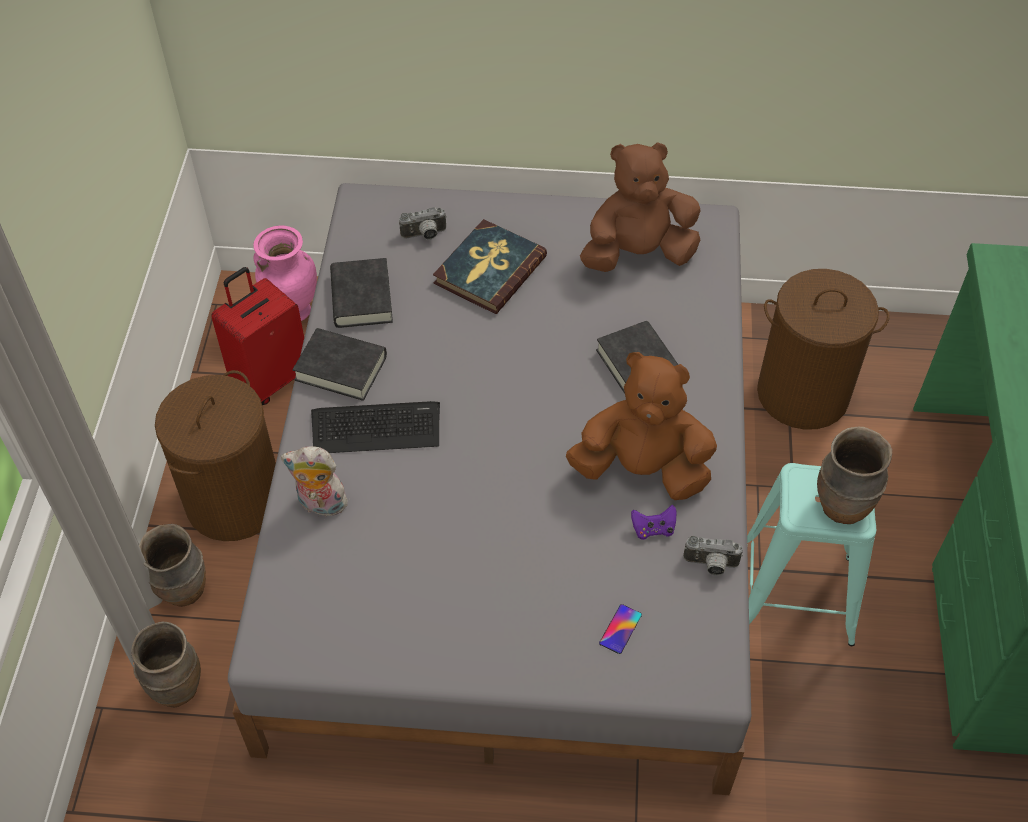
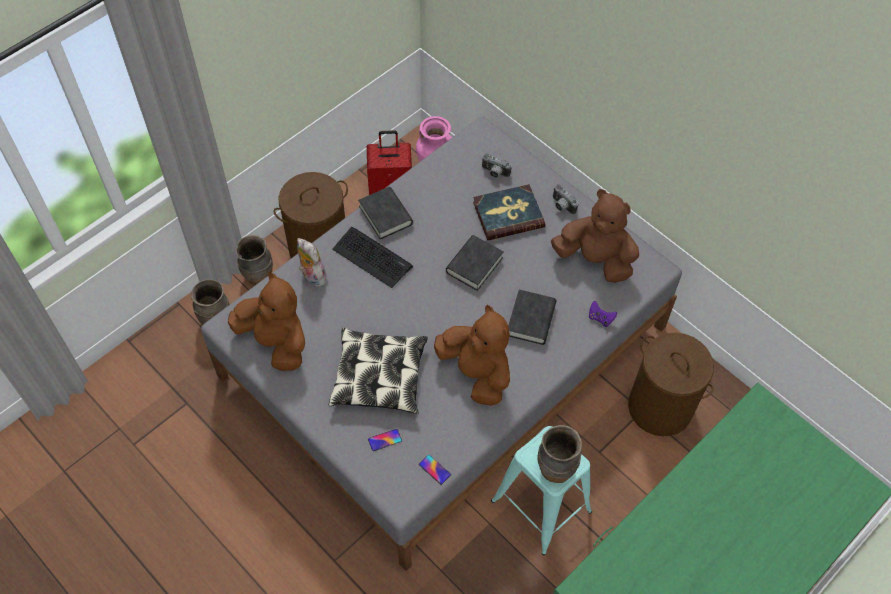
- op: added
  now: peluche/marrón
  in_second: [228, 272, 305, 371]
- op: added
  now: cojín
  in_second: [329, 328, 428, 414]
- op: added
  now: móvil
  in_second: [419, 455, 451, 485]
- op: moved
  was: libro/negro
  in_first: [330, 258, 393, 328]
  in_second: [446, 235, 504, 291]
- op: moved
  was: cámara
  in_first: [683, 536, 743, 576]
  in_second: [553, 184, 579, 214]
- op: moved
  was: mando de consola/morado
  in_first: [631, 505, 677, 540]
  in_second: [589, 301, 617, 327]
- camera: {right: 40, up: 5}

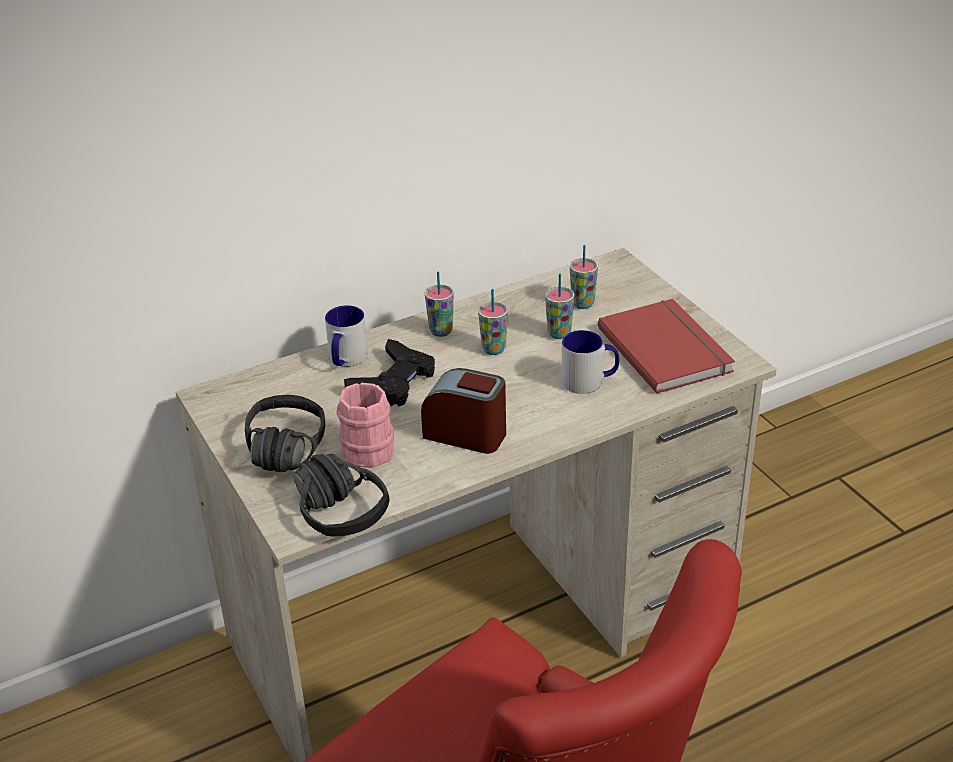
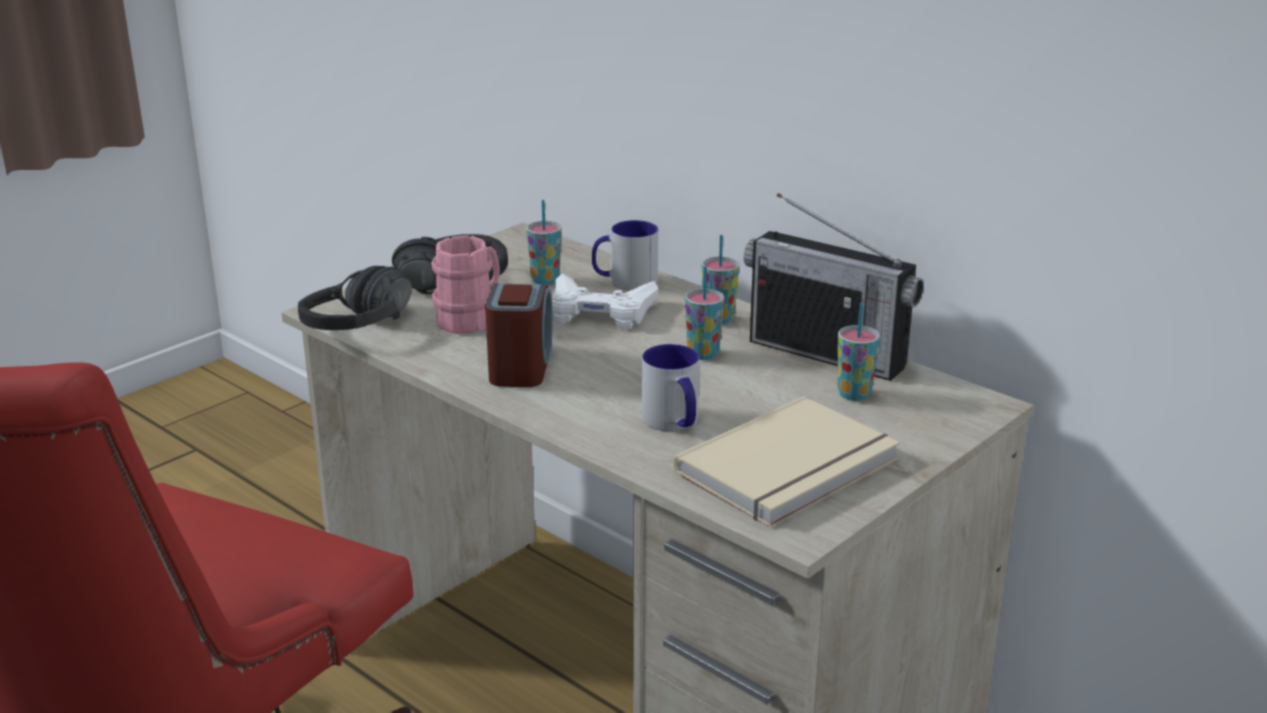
- op: moved
  was: taza
  in_first: [545, 274, 574, 339]
  in_second: [526, 200, 562, 285]
- op: recoloured
  was: mando de consola/negro
  now: mando de consola/blanco
  in_first: [344, 339, 435, 407]
  in_second: [552, 273, 658, 330]
- op: recoloured
  was: libro/rojo
  now: libro/beis
  in_first: [598, 299, 735, 394]
  in_second: [673, 396, 900, 527]
- op: added
  now: radio
  in_second: [744, 193, 924, 381]
- camera: {right: 70, up: -10}

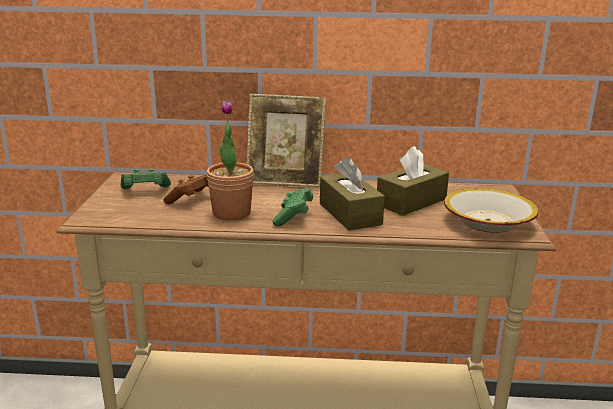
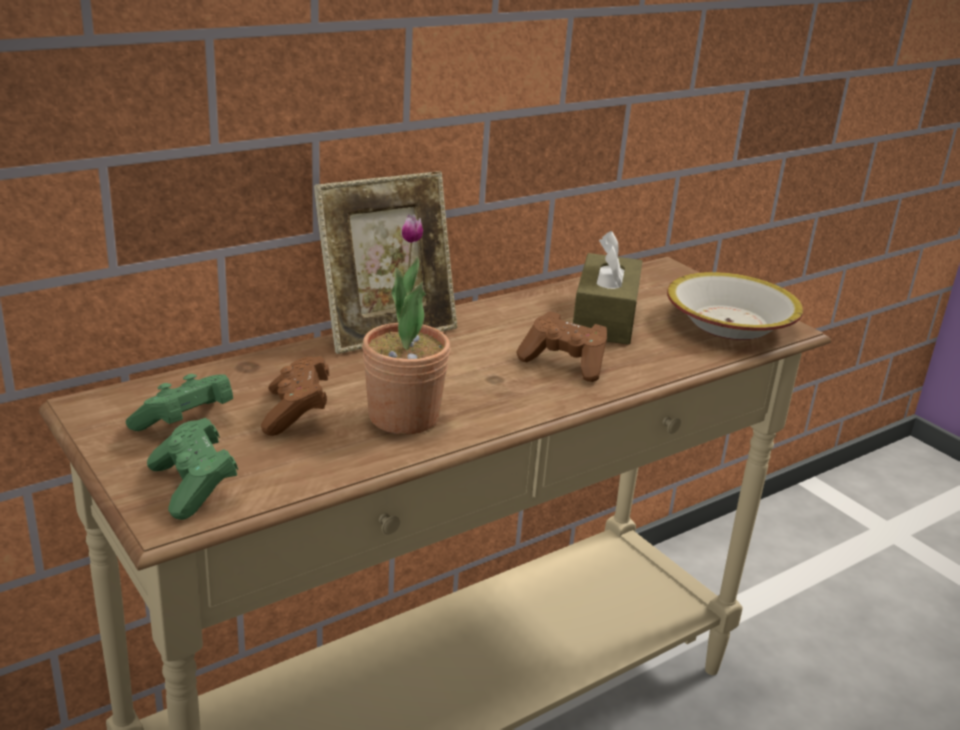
- op: moved
  was: mando de consola/verde
  in_first: [273, 188, 313, 226]
  in_second: [147, 418, 238, 520]
- op: replaced
  was: caja de pañuelos/marrón
  now: mando de consola/marrón
  in_first: [320, 157, 385, 230]
  in_second: [516, 311, 607, 382]
- camera: {right: -40, up: 5}

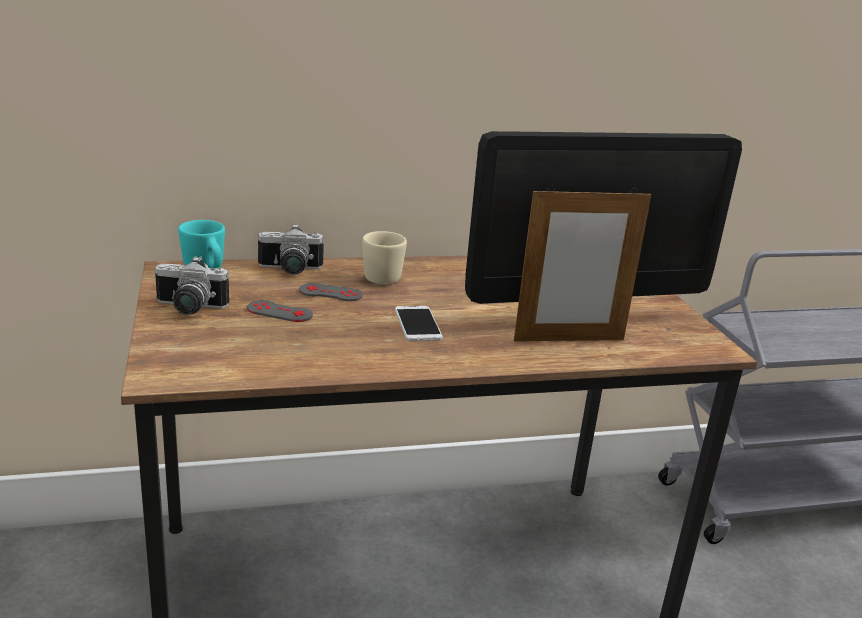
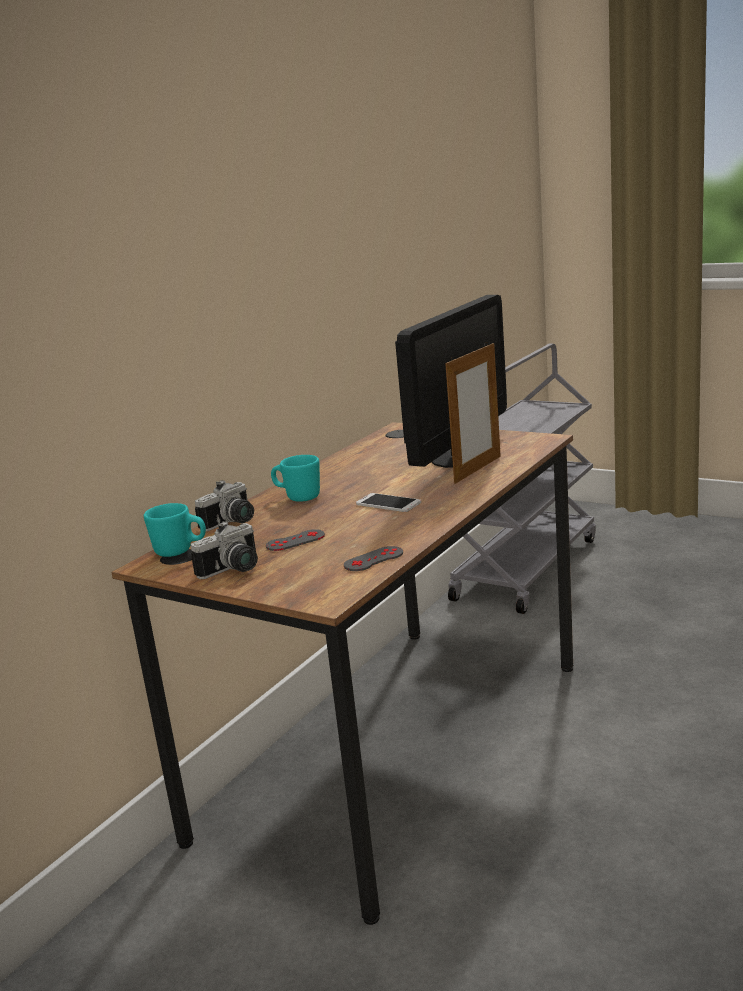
- op: recoloured
  was: taza grande/beis
  now: taza grande/turquesa
  in_first: [362, 231, 407, 285]
  in_second: [271, 455, 320, 502]
- op: moved
  was: mando de consola/gris
  in_first: [299, 283, 363, 301]
  in_second: [344, 546, 403, 571]
- camera: {right: -40, up: -5}

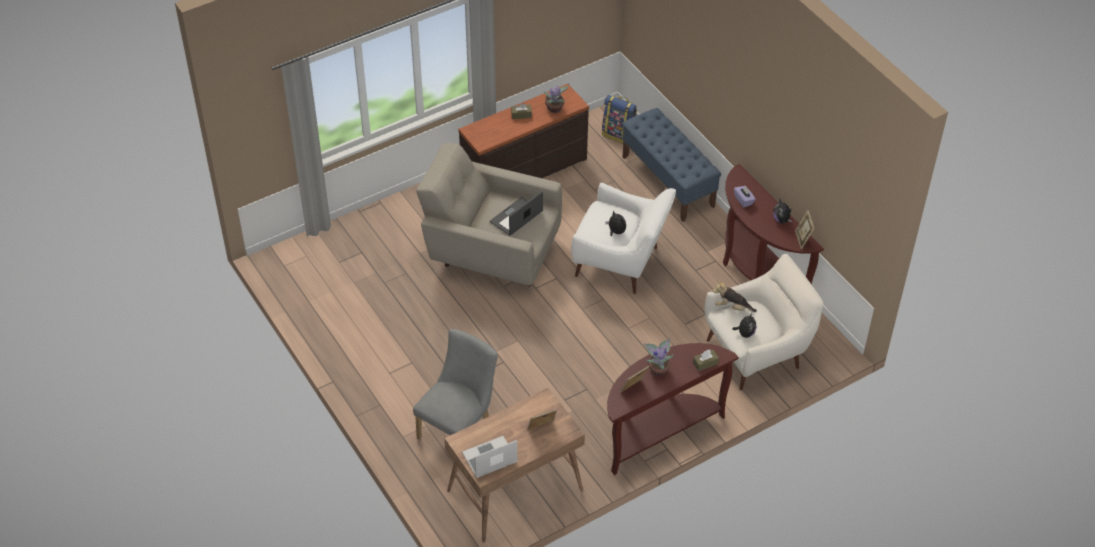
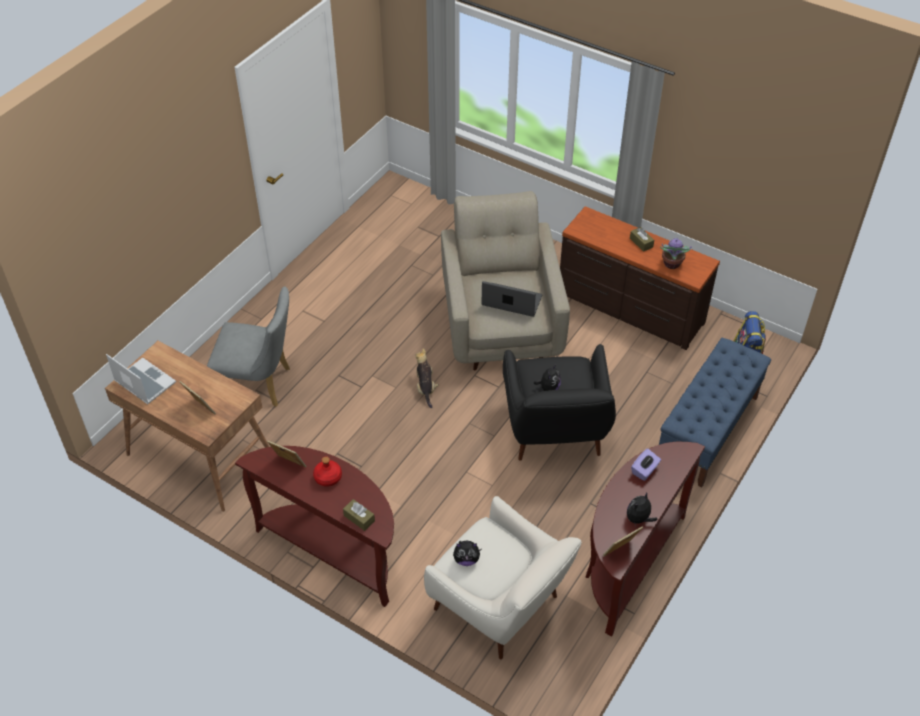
- op: replaced
  was: planta en maceta
  now: botella/rojo
  in_first: [644, 338, 674, 376]
  in_second: [313, 457, 342, 487]
- op: moved
  was: peluche
  in_first: [712, 280, 757, 312]
  in_second: [415, 348, 439, 408]
- op: recoloured
  was: sillón/blanco
  now: sillón/negro
  in_first: [571, 183, 676, 294]
  in_second: [503, 344, 616, 461]
- camera: {right: 65, up: 0}

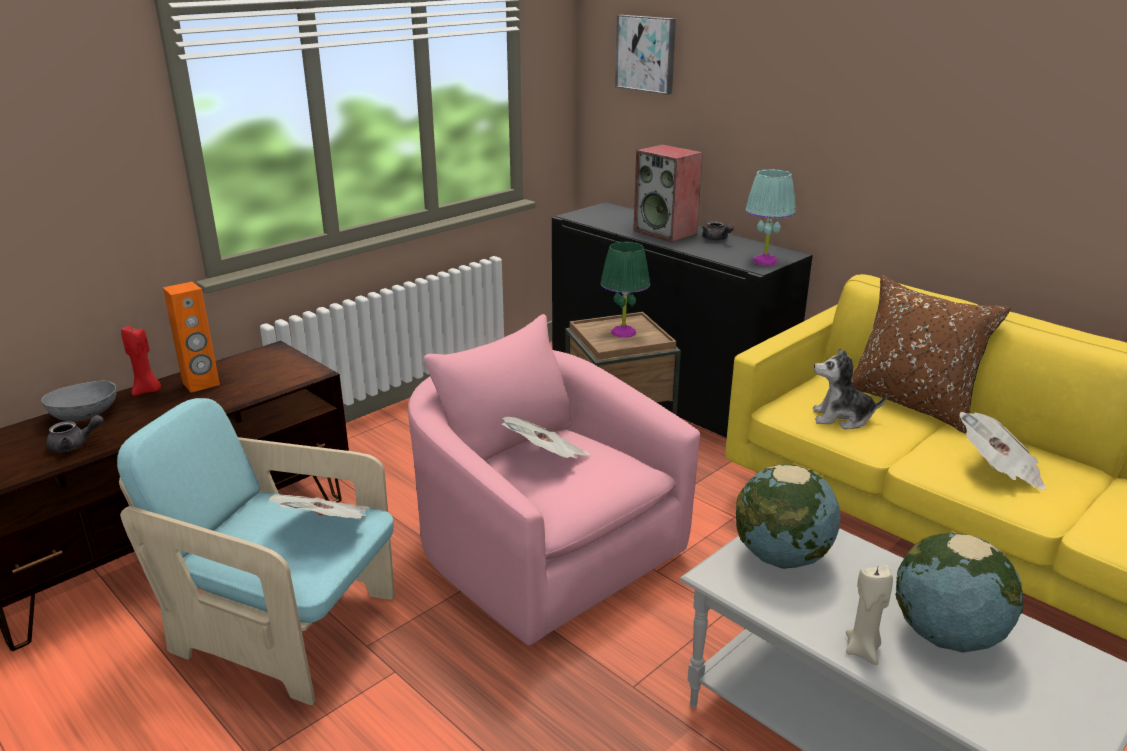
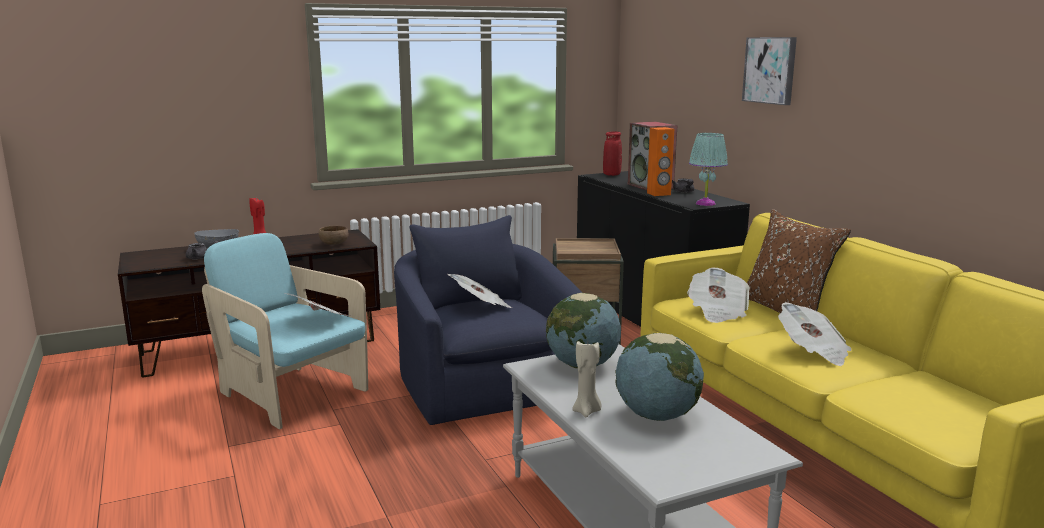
- op: added
  now: cuenco/marrón
  in_second: [319, 226, 349, 245]
- op: recoloured
  was: sillón/rosa
  now: sillón/azul
  in_first: [408, 314, 700, 645]
  in_second: [394, 215, 583, 425]
- op: added
  now: florero/rojo
  in_second: [603, 131, 622, 176]
- op: moved
  was: altavoz/naranja
  in_first: [163, 282, 220, 393]
  in_second: [647, 127, 674, 196]
- op: replaced
  was: peluche
  now: periódico
  in_first: [813, 348, 888, 429]
  in_second: [687, 268, 750, 323]
- op: moved
  was: cuadro
  in_first: [615, 15, 676, 95]
  in_second: [742, 37, 797, 105]
- op: removed
  was: lámpara de mesa/verde
  in_first: [601, 242, 650, 338]
- camera: {right: 20, up: -10}

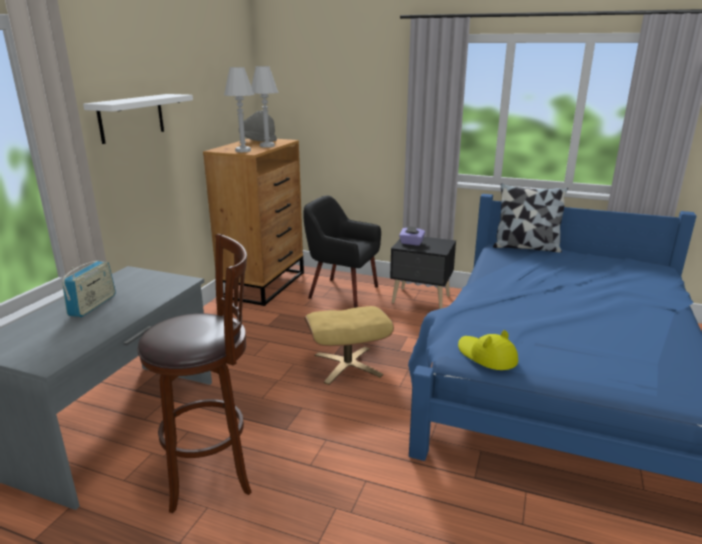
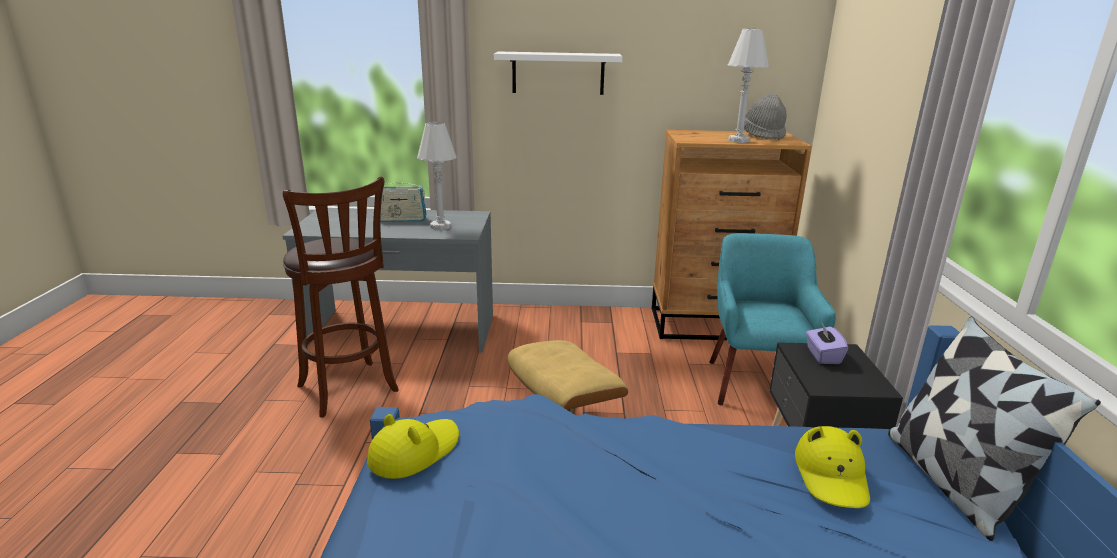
- op: moved
  was: lámpara de mesa/blanco
  in_first: [224, 67, 254, 152]
  in_second: [417, 122, 457, 230]
- op: recoloured
  was: sillón/negro
  now: sillón/turquesa
  in_first: [303, 195, 381, 308]
  in_second: [709, 233, 836, 405]
- op: added
  now: sombrero/amarillo
  in_second: [795, 426, 870, 508]
- camera: {right: 70, up: 0}

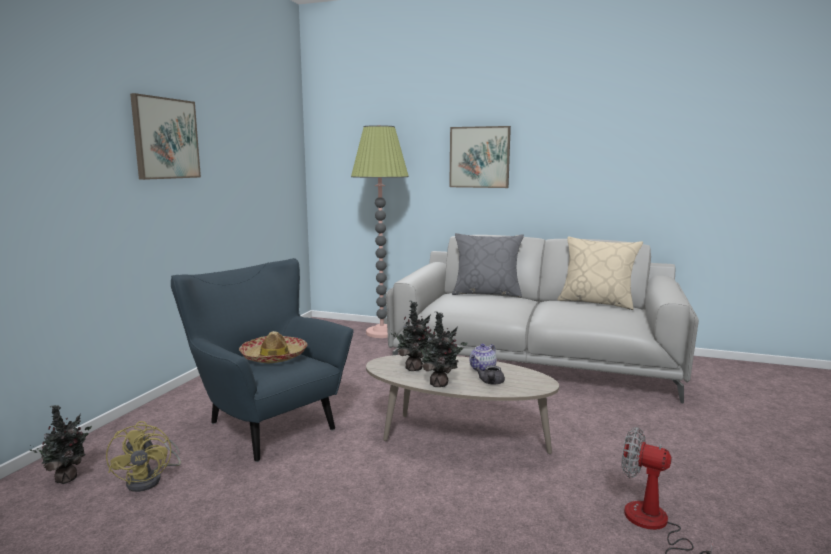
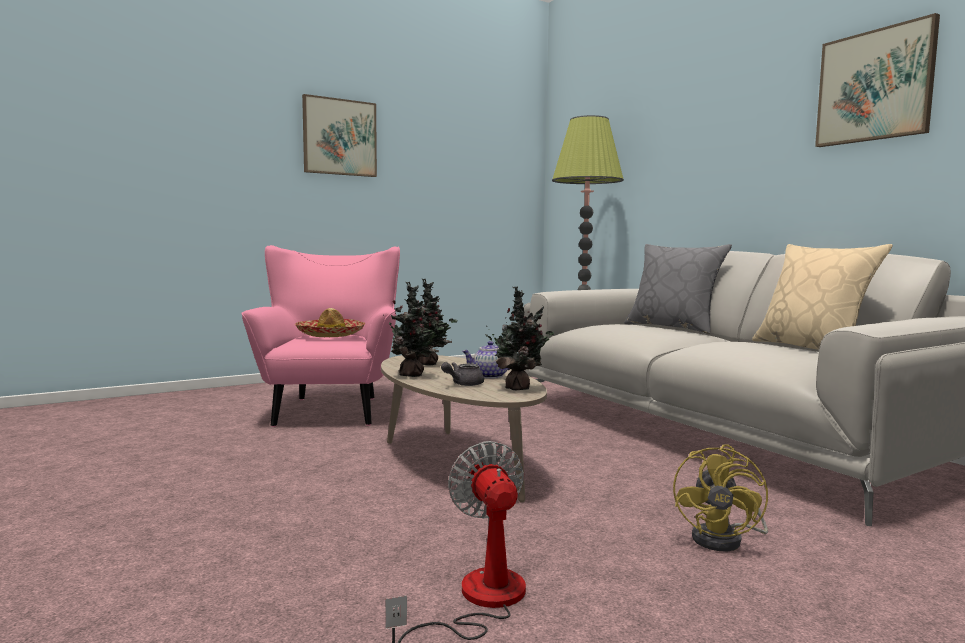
- op: recoloured
  was: sillón/azul
  now: sillón/rosa
  in_first: [171, 258, 353, 462]
  in_second: [241, 245, 400, 427]
- op: moved
  was: planta en maceta
  in_first: [29, 405, 92, 484]
  in_second: [485, 287, 554, 390]
- op: moved
  was: ventilador/amarillo
  in_first: [106, 421, 181, 492]
  in_second: [673, 444, 768, 552]
- op: moved
  was: cuadro
  in_first: [449, 126, 511, 188]
  in_second: [815, 13, 940, 147]
- camera: {right: 40, up: -5}

